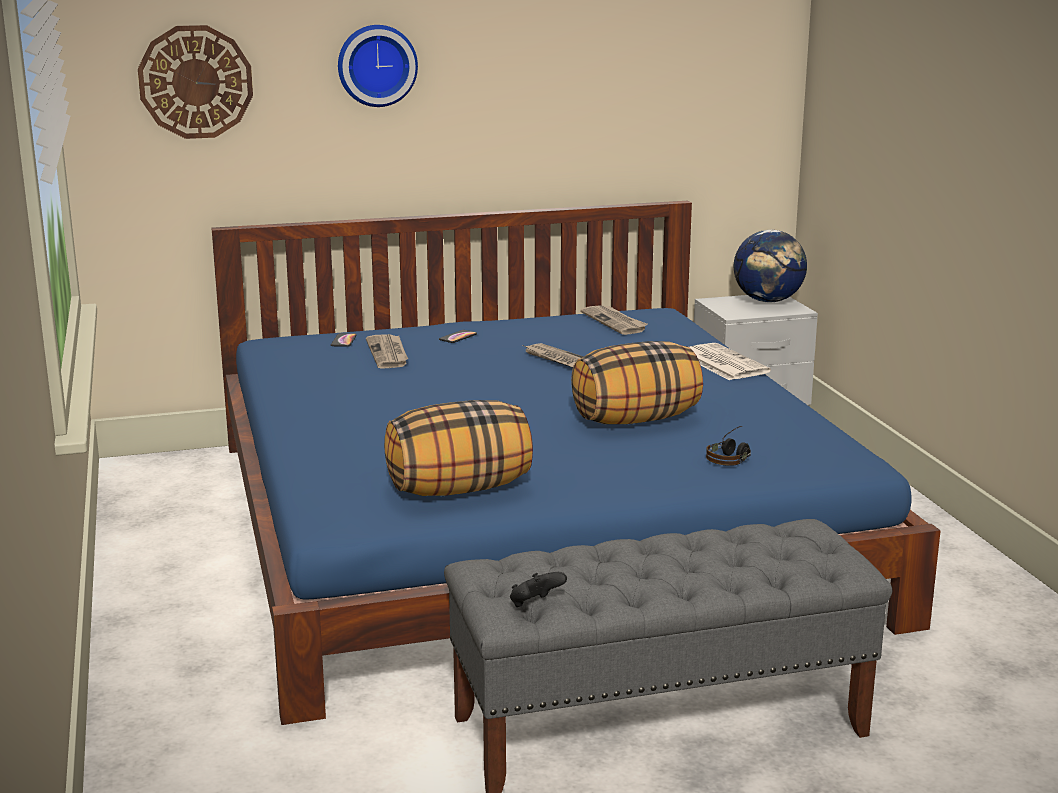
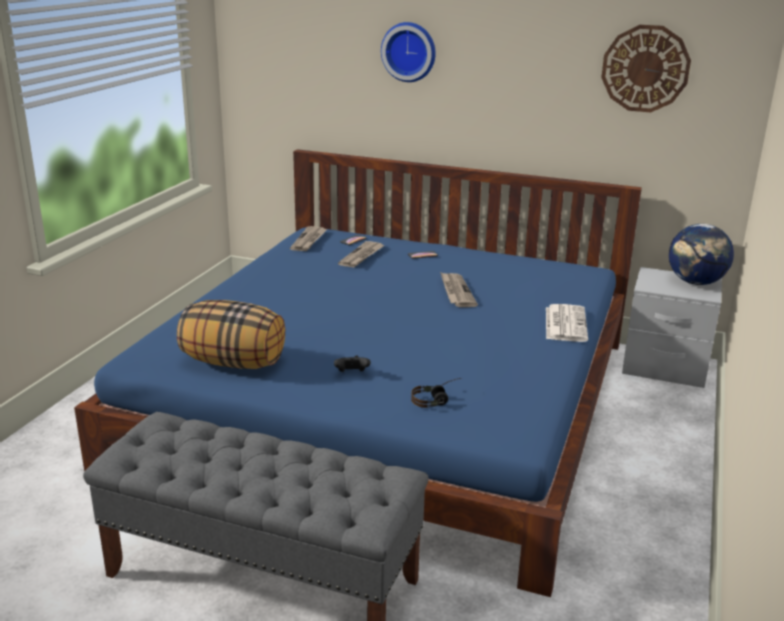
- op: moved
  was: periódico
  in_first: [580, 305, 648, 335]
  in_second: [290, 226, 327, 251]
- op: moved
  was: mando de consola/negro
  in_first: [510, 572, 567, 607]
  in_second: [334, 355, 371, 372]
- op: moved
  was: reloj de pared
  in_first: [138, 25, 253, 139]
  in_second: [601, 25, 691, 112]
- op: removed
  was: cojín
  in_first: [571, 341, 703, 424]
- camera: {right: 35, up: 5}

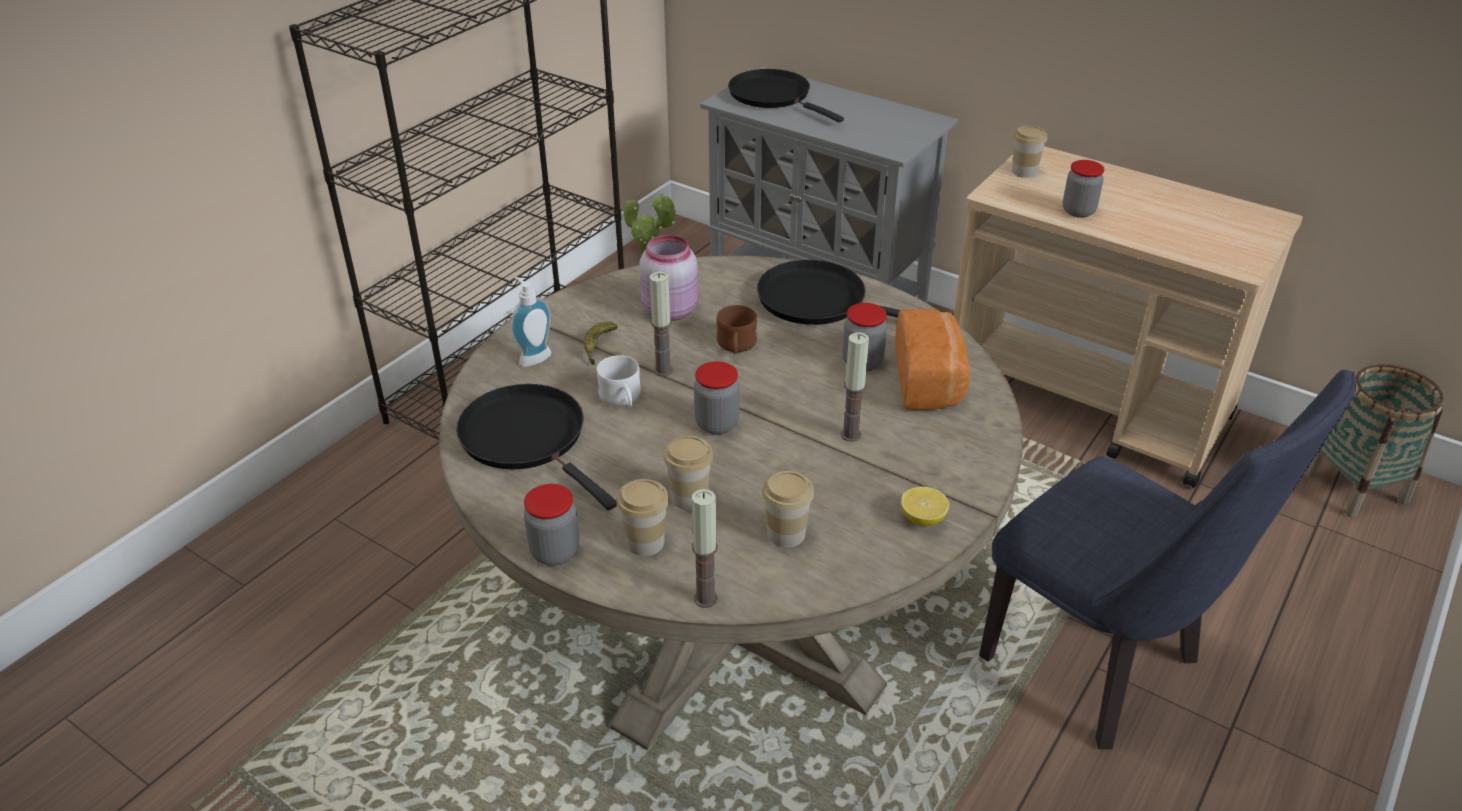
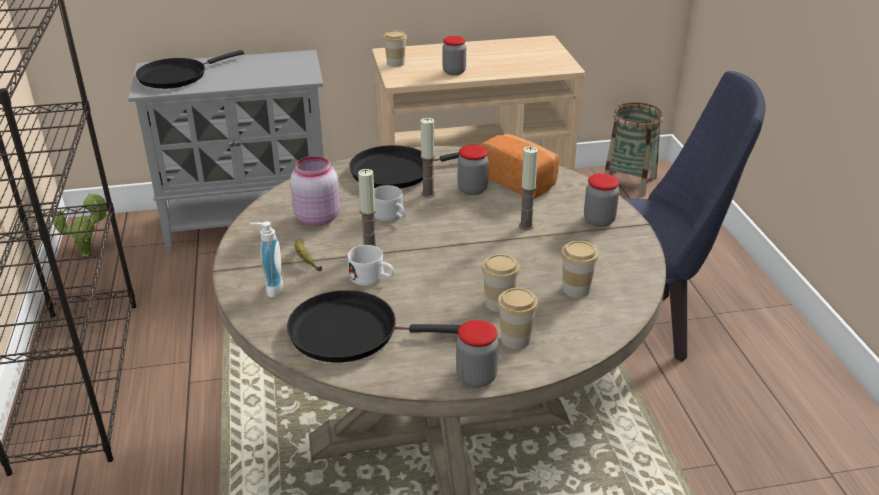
- op: turned
  was: sartén/negro
  in_first: [728, 69, 844, 123]
  in_second: [136, 50, 244, 89]
  clockwise: -45
- op: recoloured
  was: taza grande/marrón
  now: taza grande/blanco
  in_first: [717, 305, 757, 354]
  in_second: [374, 185, 406, 222]
- op: moved
  was: vela
  in_first: [692, 489, 718, 608]
  in_second: [420, 118, 435, 198]
- op: moved
  was: tarro
  in_first: [694, 361, 740, 435]
  in_second: [584, 173, 619, 227]
- op: removed
  was: limón
  in_first: [901, 487, 949, 526]
- camera: {right: -45, up: -5}

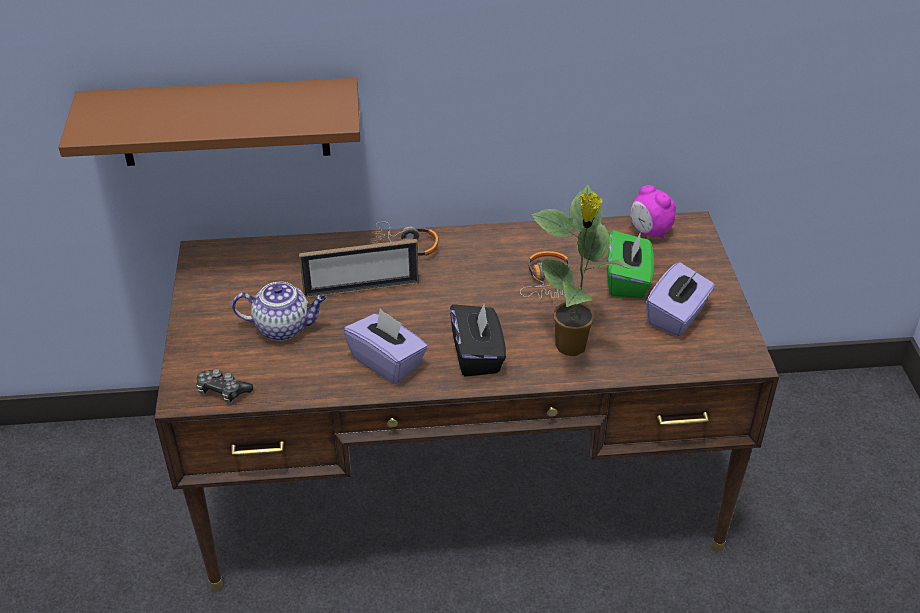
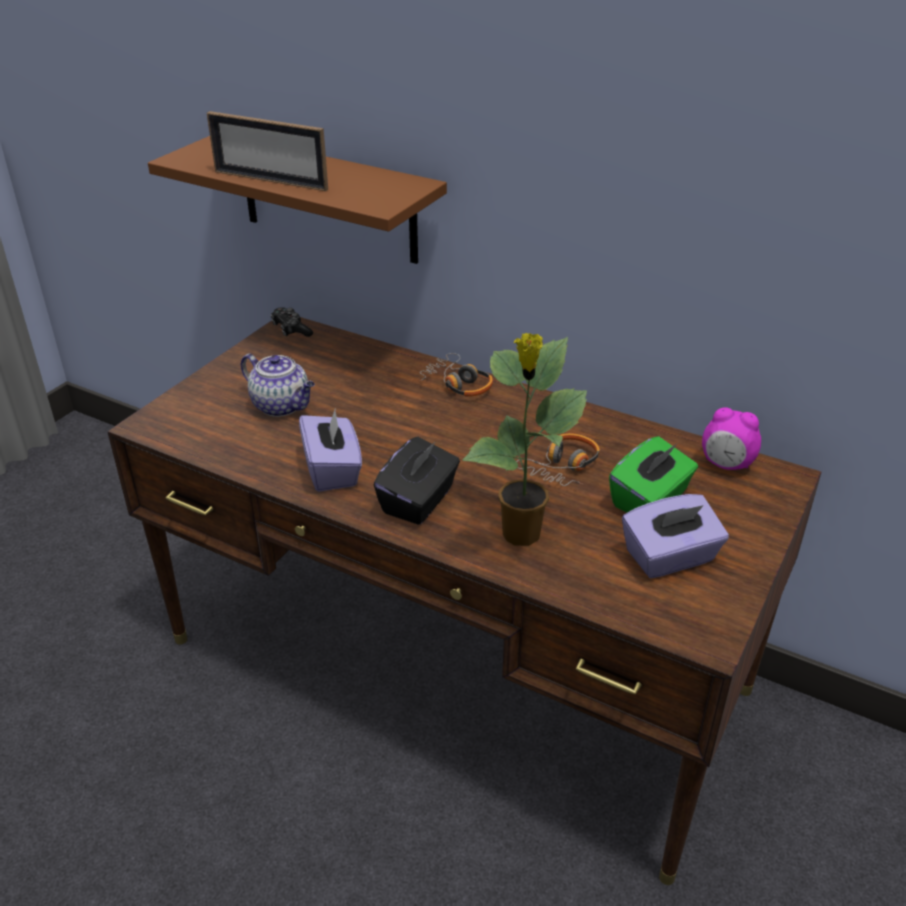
- op: moved
  was: portarretratos
  in_first: [299, 239, 419, 298]
  in_second: [207, 111, 328, 191]
- op: moved
  was: mando de consola
  in_first: [196, 369, 253, 403]
  in_second: [270, 307, 313, 337]
- op: turned
  was: despertador
  in_first: [630, 185, 676, 239]
  in_second: [702, 407, 761, 470]
  clockwise: -60
- camera: {right: 35, up: -5}

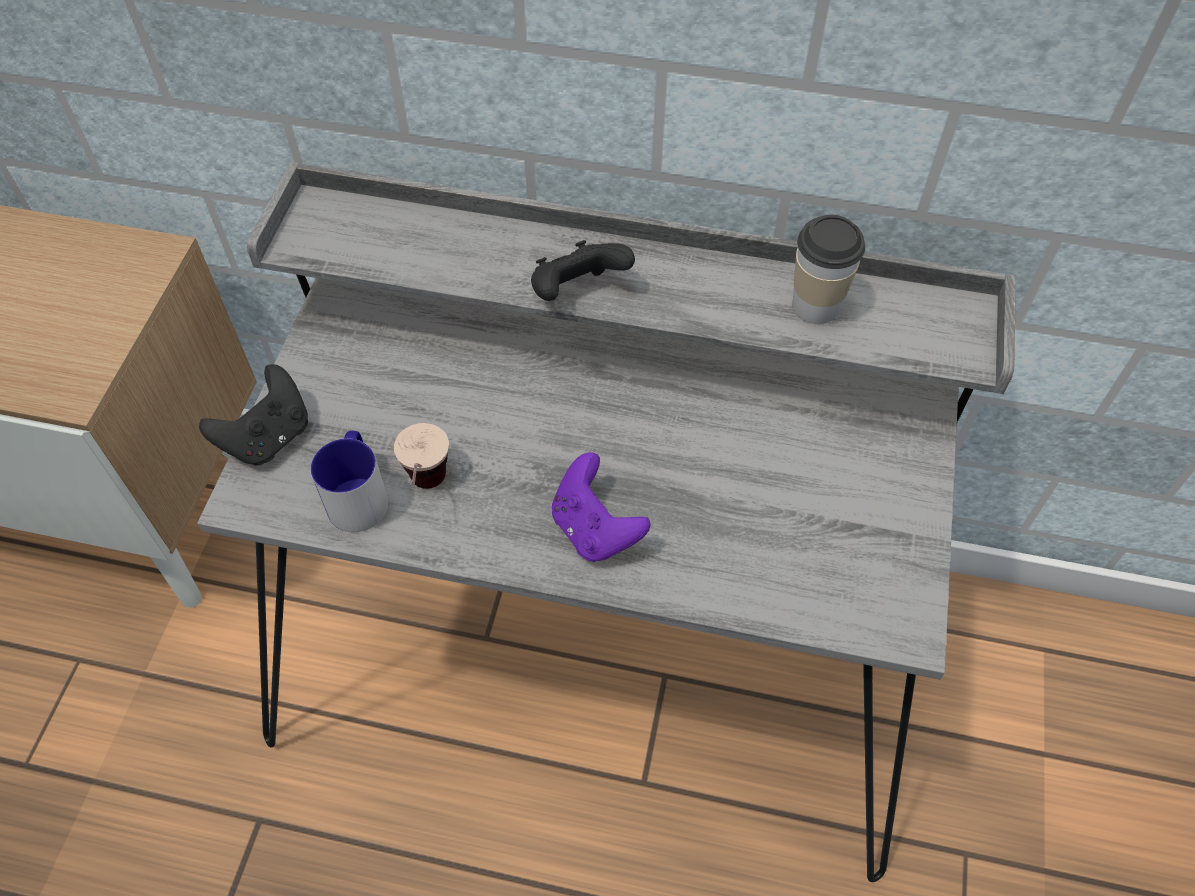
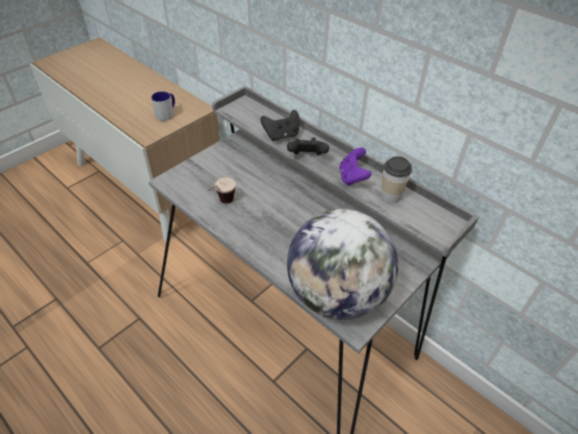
- op: moved
  was: taza grande
  in_first: [310, 431, 388, 532]
  in_second: [151, 91, 175, 121]
- op: moved
  was: mando de consola/negro
  in_first: [199, 364, 308, 466]
  in_second: [260, 110, 299, 141]
- op: added
  now: globo terráqueo
  in_second: [287, 209, 398, 320]
- op: moved
  was: mando de consola/morado
  in_first: [552, 452, 650, 562]
  in_second: [339, 147, 371, 186]
- camera: {right: 30, up: -10}

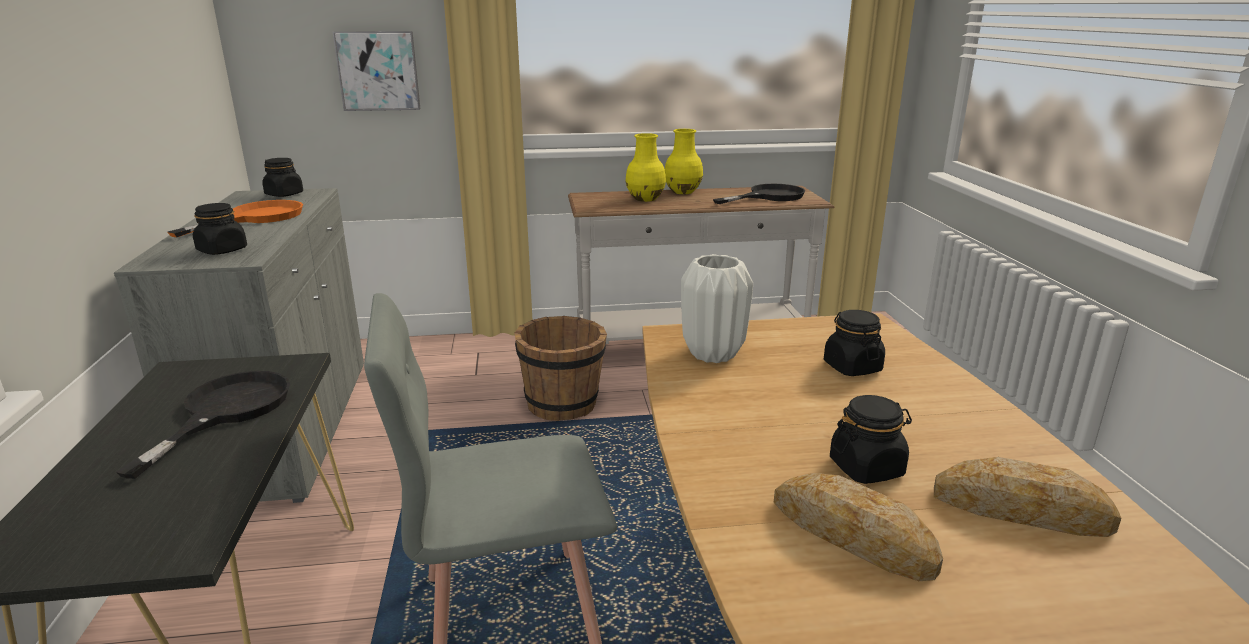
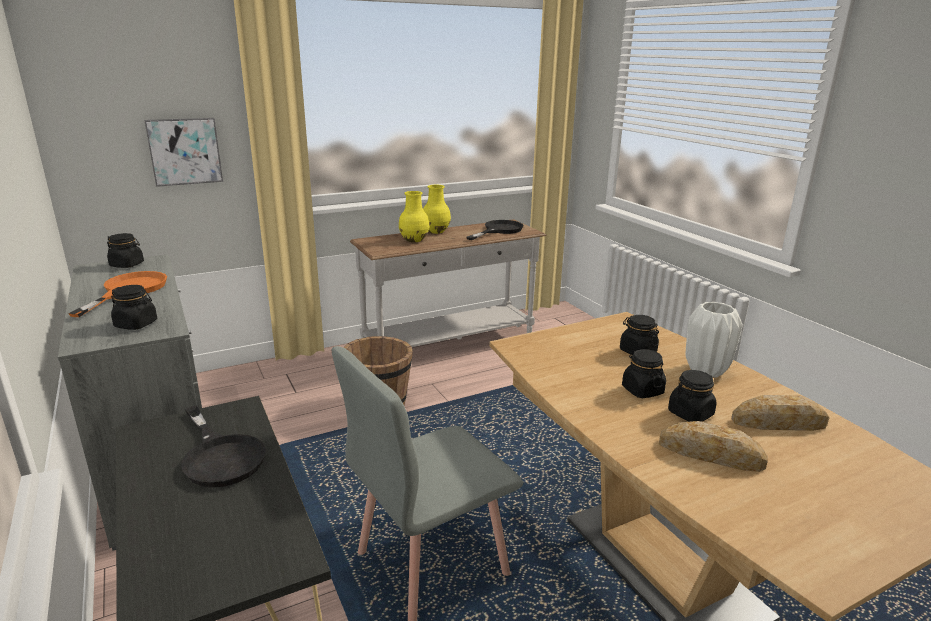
- op: turned
  was: sartén/negro
  in_first: [116, 371, 290, 479]
  in_second: [181, 405, 266, 488]
  clockwise: 150
- op: added
  now: tarro/negro
  in_second: [622, 349, 666, 398]
- op: moved
  was: florero/blanco
  in_first: [681, 254, 753, 363]
  in_second: [685, 302, 743, 378]
- camera: {right: -20, up: 0}

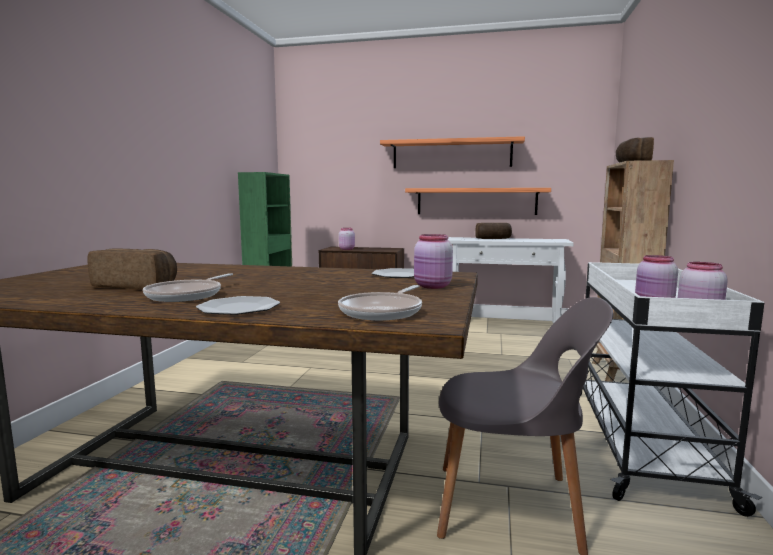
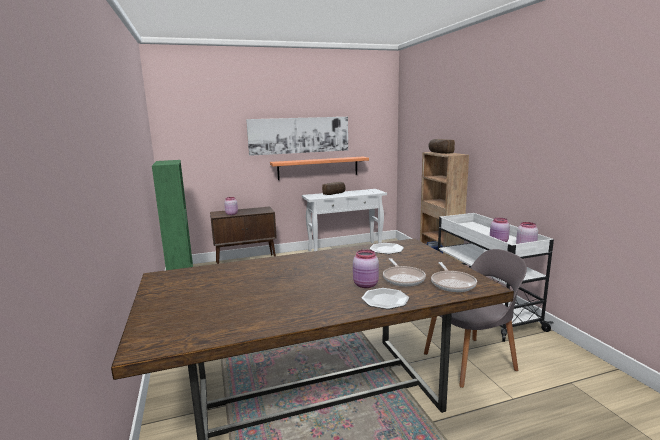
- op: replaced
  was: estante
  now: cuadro
  in_first: [380, 136, 525, 168]
  in_second: [246, 117, 348, 156]
- op: moved
  was: tarro/rosa
  in_first: [414, 234, 453, 289]
  in_second: [353, 250, 379, 288]
- op: moved
  was: sartén
  in_first: [143, 273, 233, 302]
  in_second: [383, 258, 426, 286]
- op: removed
  was: pan
  in_first: [88, 248, 177, 289]
- camera: {right: -30, up: 5}

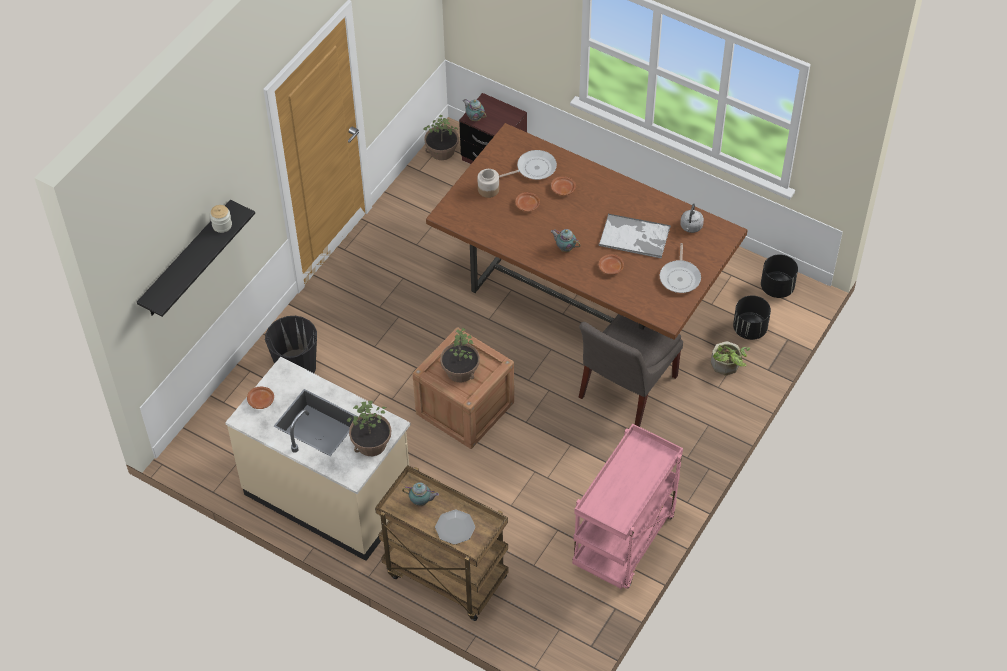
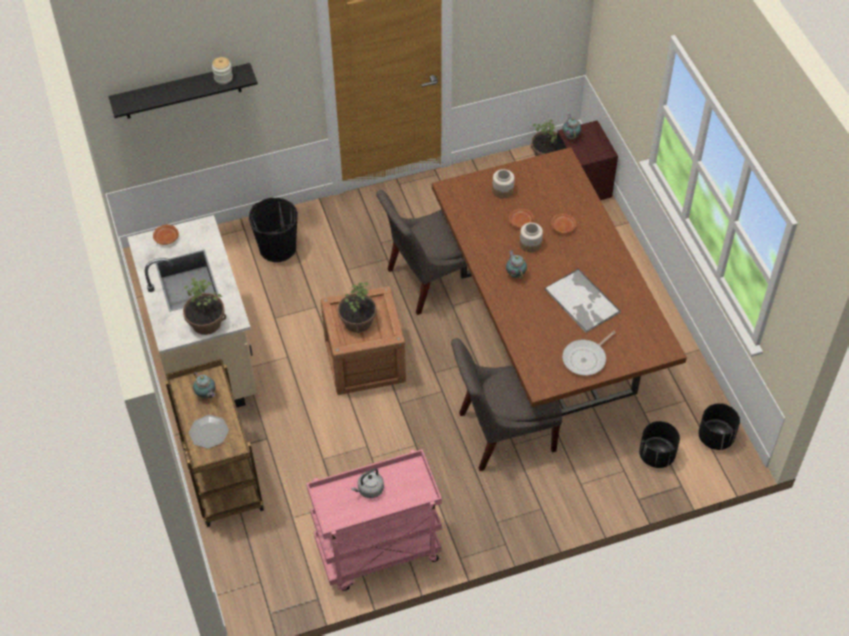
- op: moved
  was: hervidor/gris
  in_first: [680, 203, 704, 233]
  in_second: [351, 468, 384, 498]
- op: added
  now: silla/gris
  in_second: [376, 190, 467, 315]
- op: added
  now: tarro
  in_second: [520, 223, 543, 253]
- op: removed
  was: sartén
  in_first: [499, 150, 557, 180]
- op: removed
  was: plato/marrón
  in_first: [598, 254, 624, 275]
- op: removed
  was: planta en maceta
  in_first: [711, 341, 750, 376]
- camera: {right: 40, up: 0}

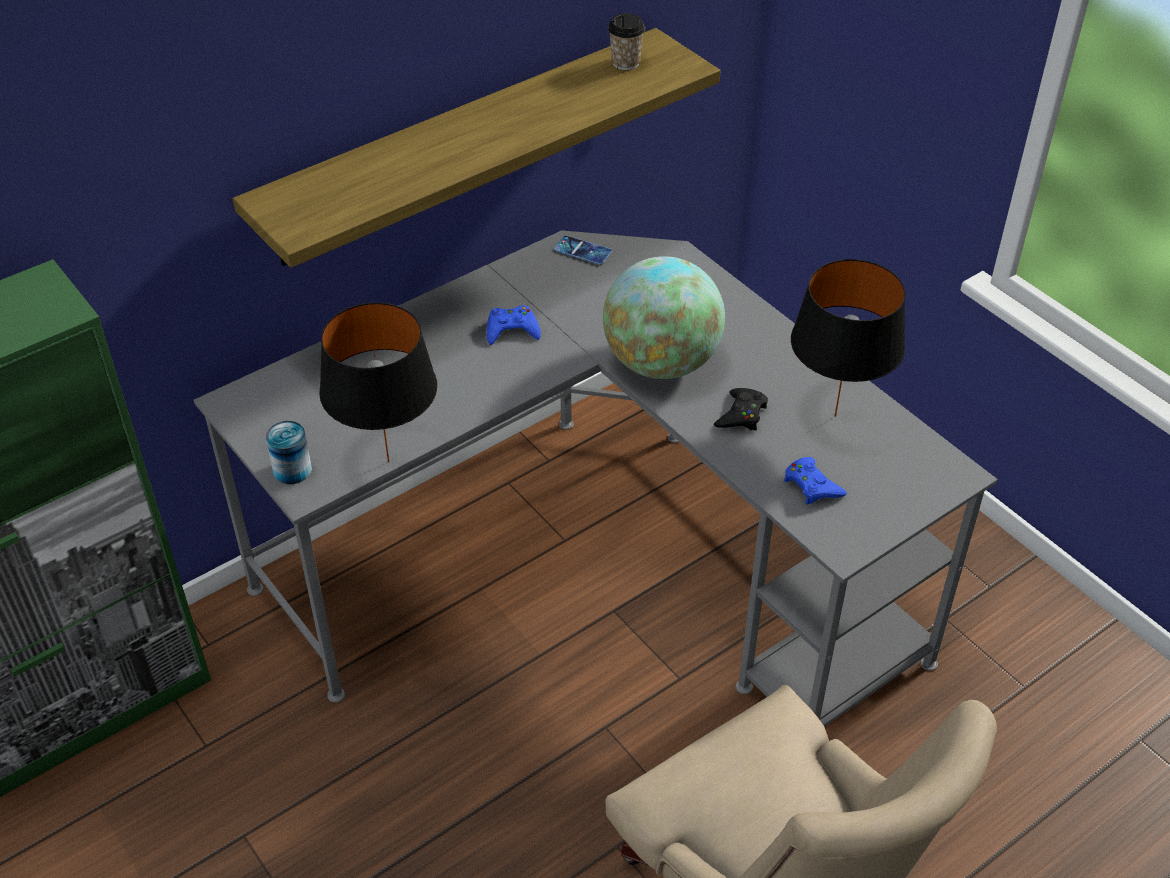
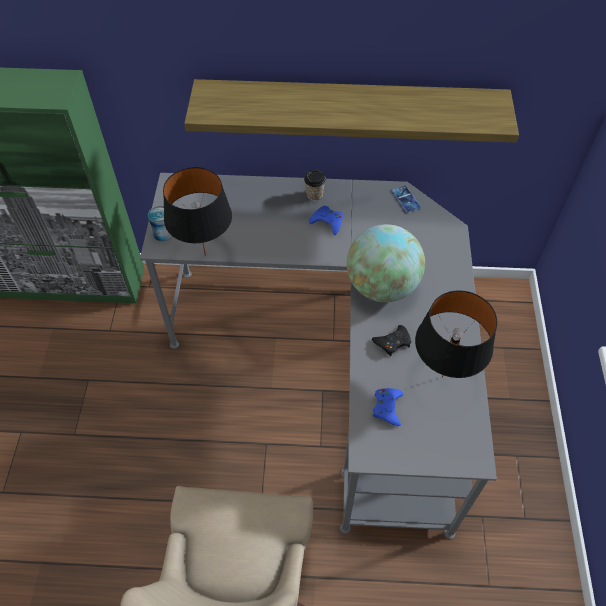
- op: moved
  was: taza
  in_first: [608, 13, 645, 70]
  in_second: [304, 170, 326, 201]
- camera: {right: 40, up: 10}

